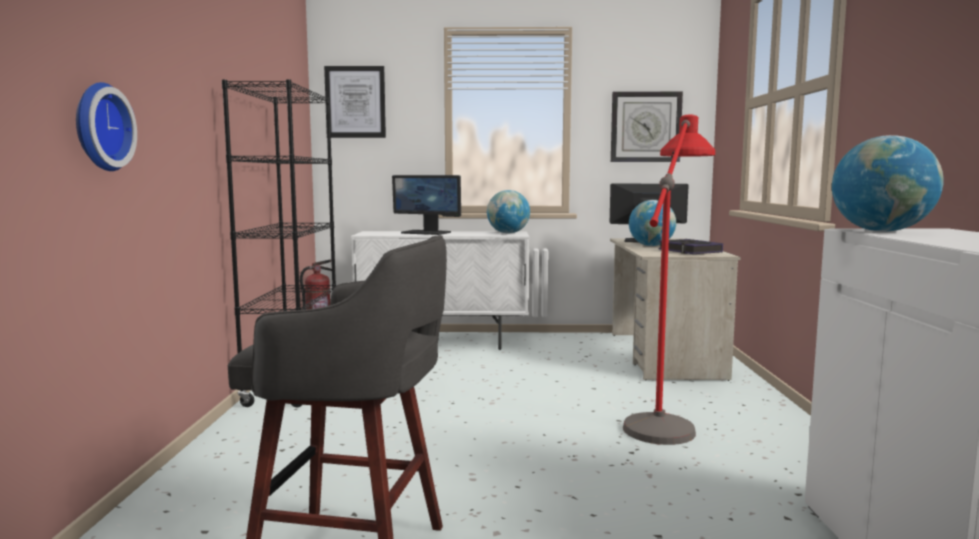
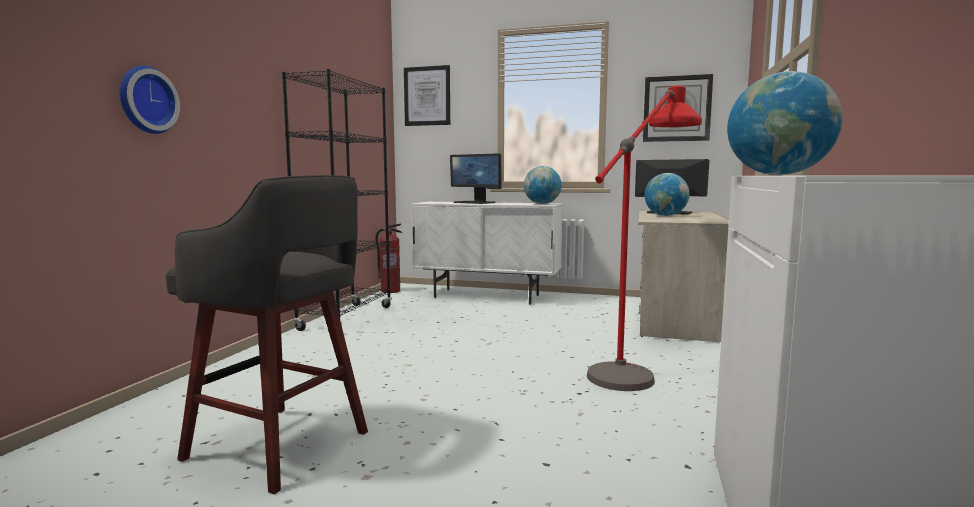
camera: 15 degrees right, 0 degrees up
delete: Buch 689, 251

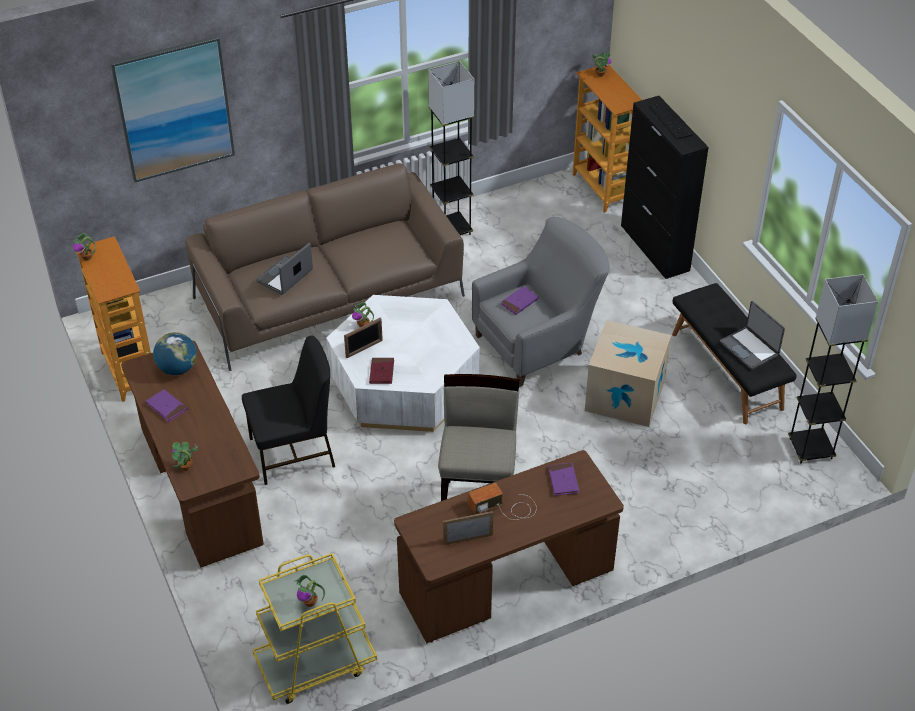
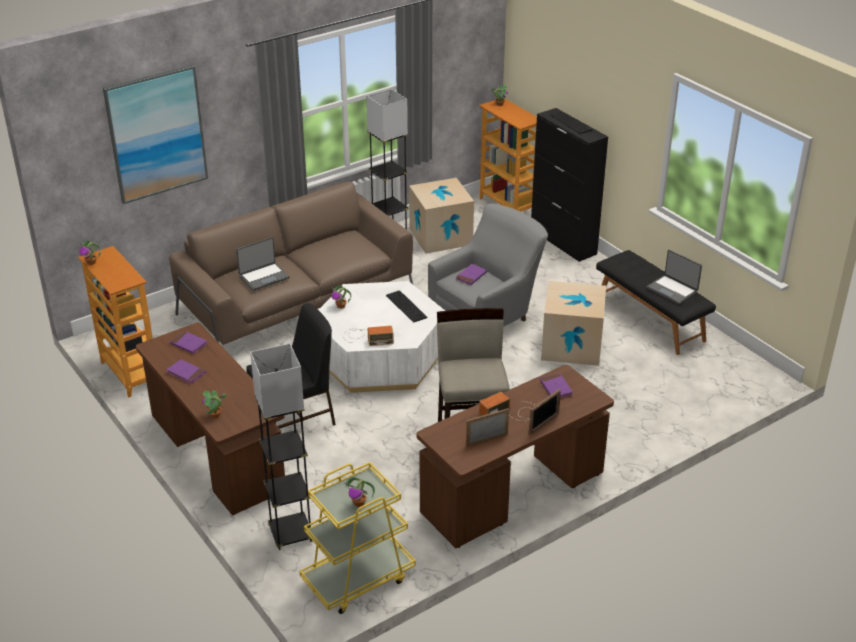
camera: 10 degrees left, 10 degrees down
insert: Tastatur 407, 306; Karton 440, 236
move: Bilderrahmen 364, 349 to 544, 424; Stehlampe (grau) 810, 448 to 291, 534
replace: Globus 177, 368 to Buch (lila) 189, 344; Buch (rot) 381, 372 to Radio 366, 337
rotate: Laptop 285, 277 = 263, 277 150 degrees counterclockwise

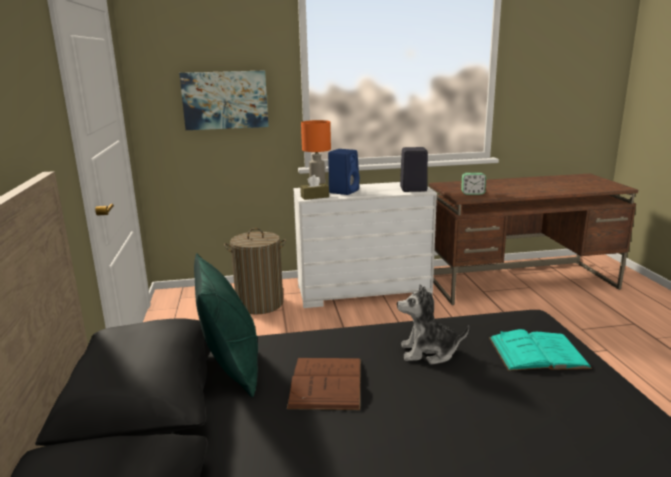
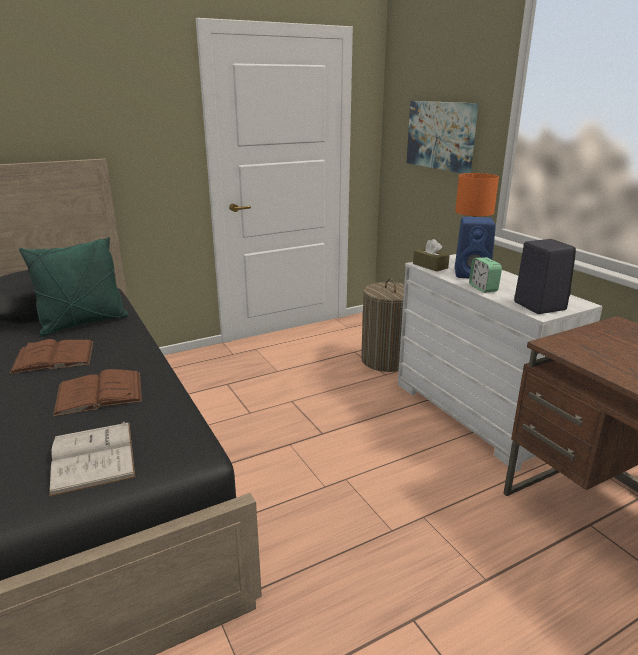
camera: 70 degrees right, 5 degrees up
move: Wecker 472, 193 to 483, 288
replace: Plüschtier 428, 352 to Buch (braun) 99, 393
recolor: Buch (türkis) 537, 352 to Buch (weiß) 93, 456

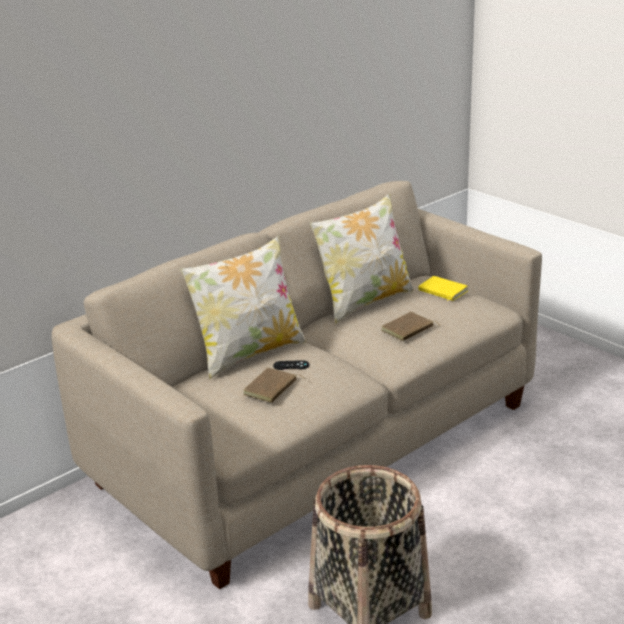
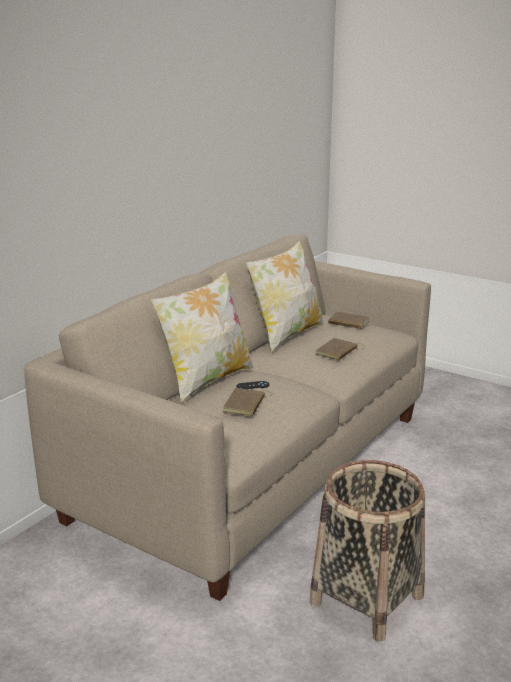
camera: 15 degrees left, 5 degrees down
recolor: Buch (gelb) 442, 291 to Buch (braun) 348, 323

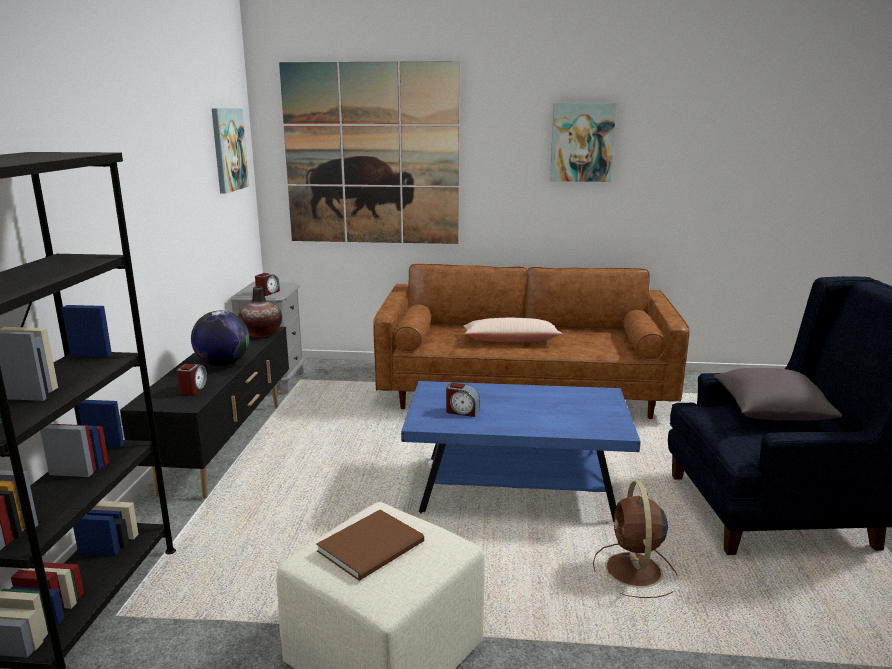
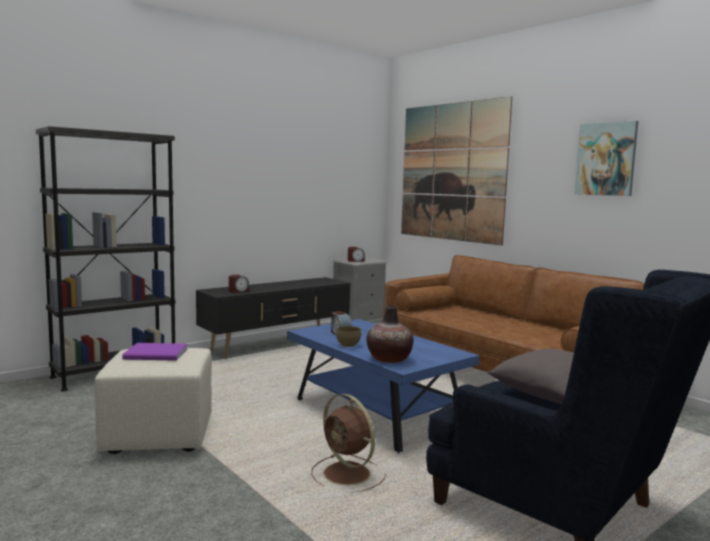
camera: 45 degrees right, 10 degrees down
delete: Globus 223, 364; Bild 228, 149; Kissen (beige) 510, 340
insert: Schüssel (braun) 347, 345
move: Vase 261, 333 to 389, 359
recolor: Buch (braun) 374, 546 to Buch (lila) 157, 354
rotate: Ventilator (braun) 634, 572 = 348, 475 90 degrees counterclockwise

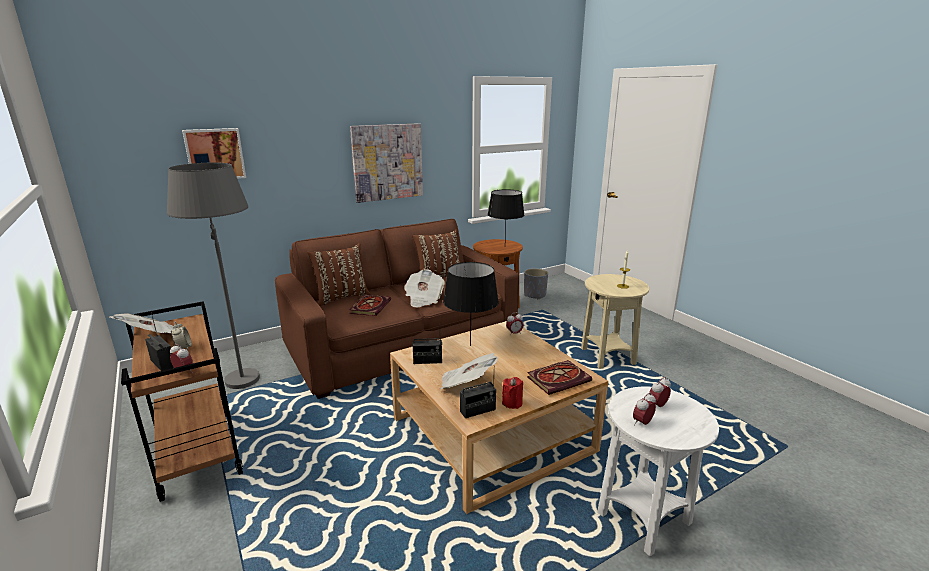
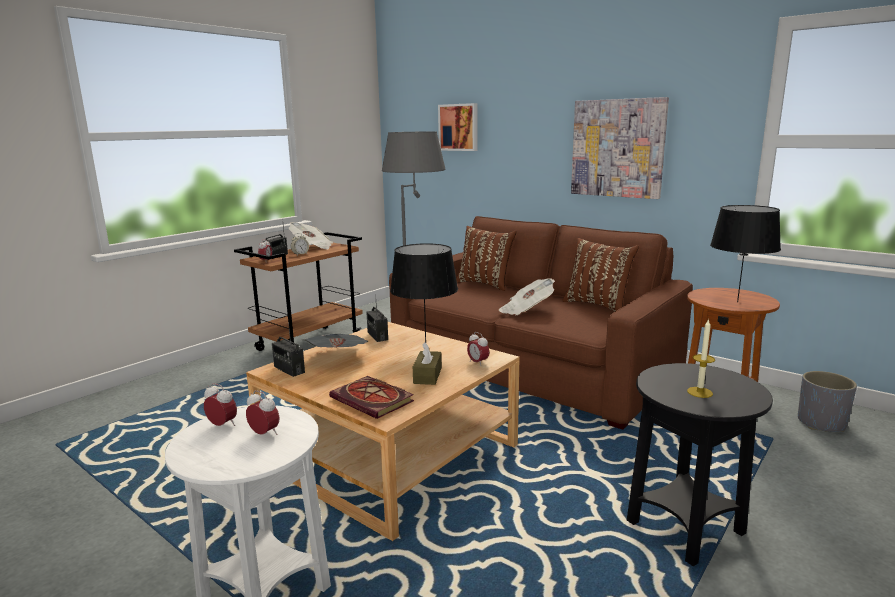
camera: 70 degrees right, 5 degrees down
delete: Buch 370, 306; Kerze (rot) 512, 403
insert: Taschentuchbox (braun) 427, 375
recolor: Beistelltisch (beige) 608, 357 to Beistelltisch (schwarz) 685, 528

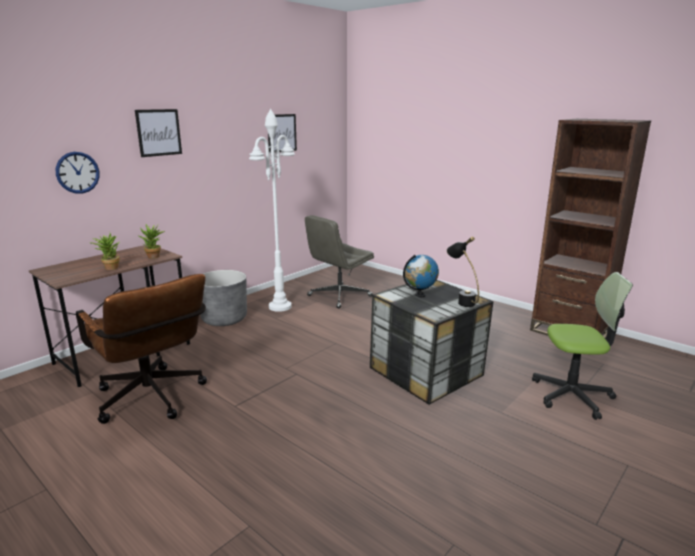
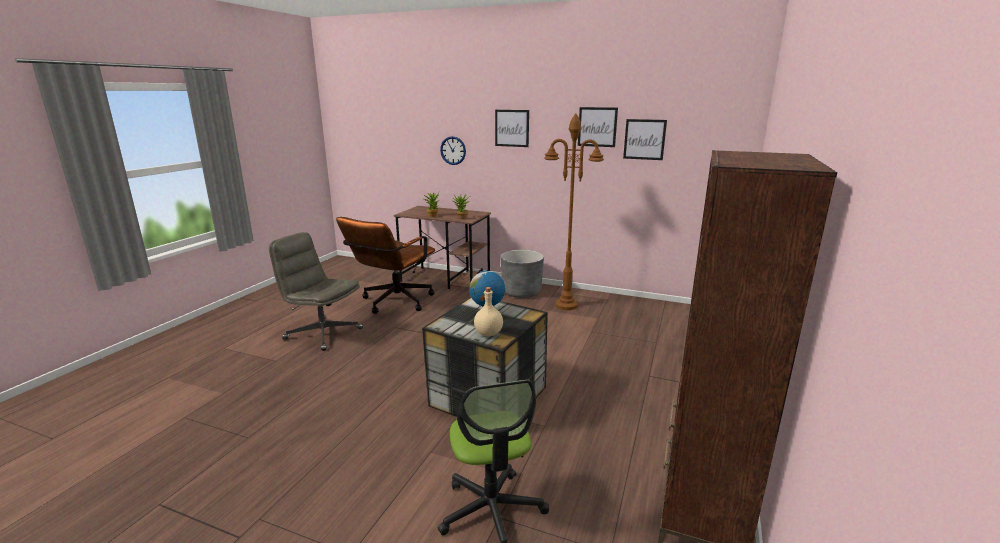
camera: 70 degrees right, 0 degrees up
insert: Bild 597, 127
move: Bürostuhl (grau) 339, 296 to 322, 334
replace: Tischlampe (schwarz) 461, 300 to Flasche (beige) 488, 333
recolor: Stehlampe (weiß) 280, 306 to Stehlampe (braun) 566, 305

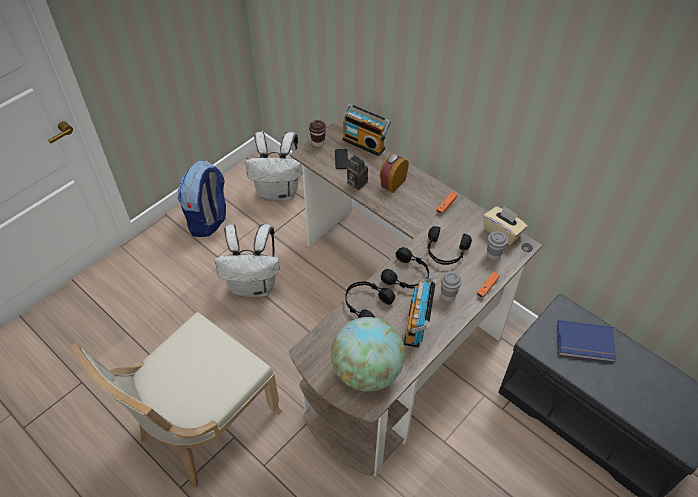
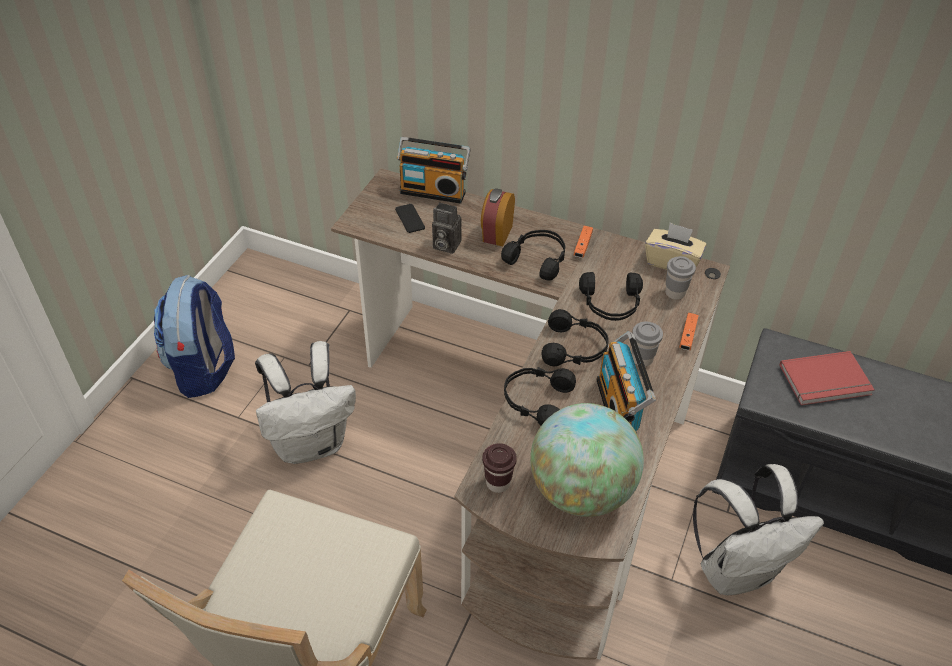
camera: 20 degrees left, 5 degrees down
insert: Kopfhörer (schwarz) 538, 259
move: Rucksack (weiß) 279, 191 to 737, 570; Tasse (braun) 318, 143 to 498, 483
recolor: Buch (blau) 585, 344 to Buch (rot) 826, 382

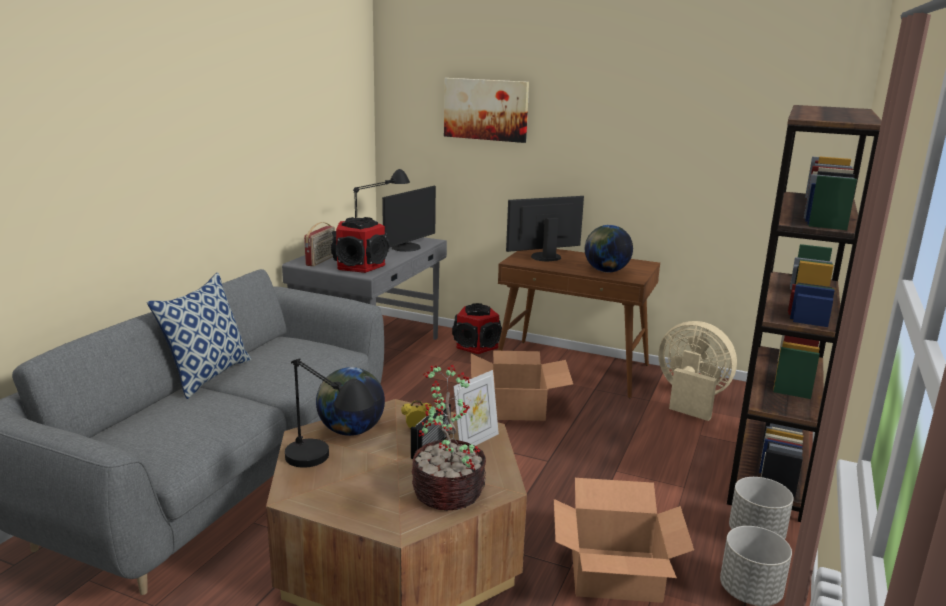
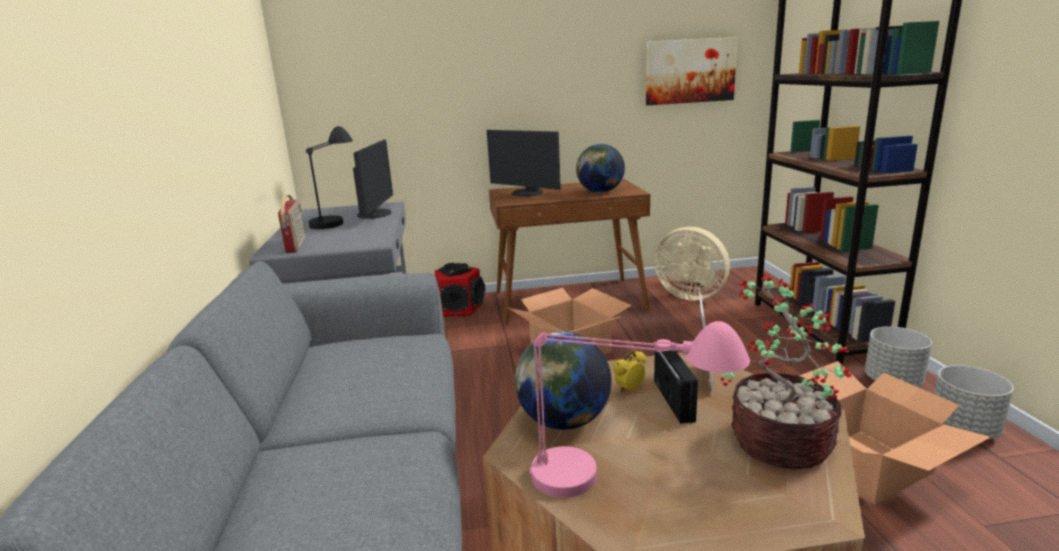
camera: 30 degrees left, 0 degrees up
delete: Kissen 207, 375; Lautsprecher 359, 265
move: Bild 486, 109 to 690, 71
recolor: Tischlampe (schwarz) 327, 472 to Tischlampe (rosa) 622, 485
rotate: Monitor 545, 257 = 526, 193 90 degrees counterclockwise; Ventilator (beige) 690, 399 = 690, 295 150 degrees counterclockwise

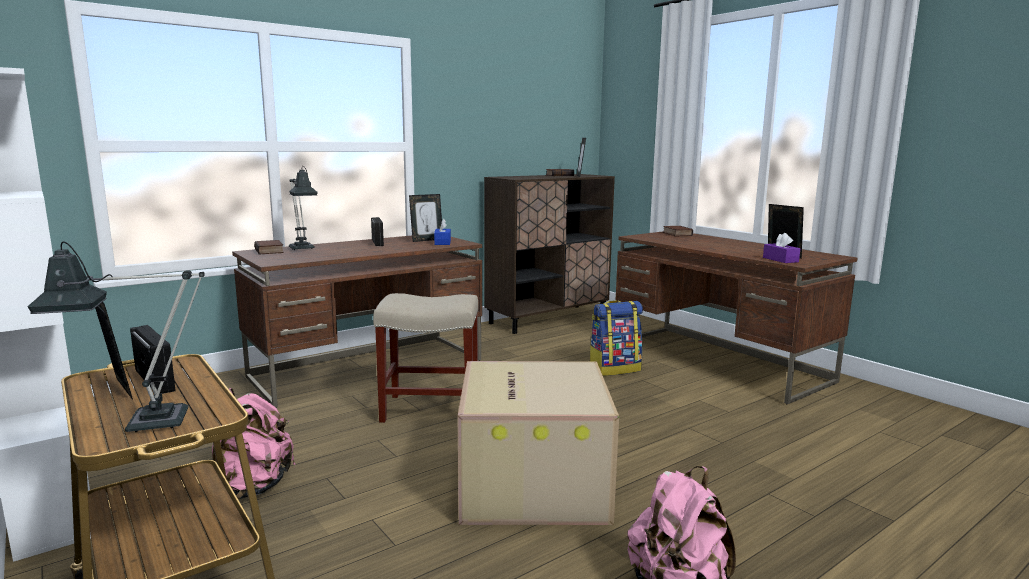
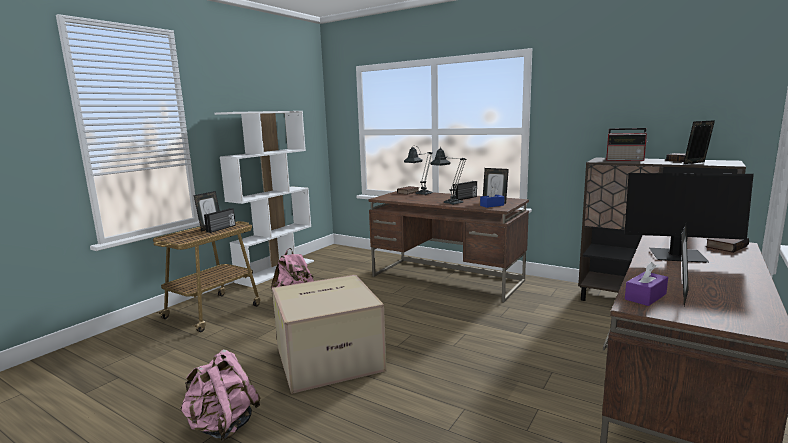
camera: 70 degrees right, 0 degrees up
delete: Hocker (beige) 429, 409; Rucksack 614, 369
insert: Radio 625, 160; Monitor 677, 256
move: Tischlampe 141, 423 to 450, 202

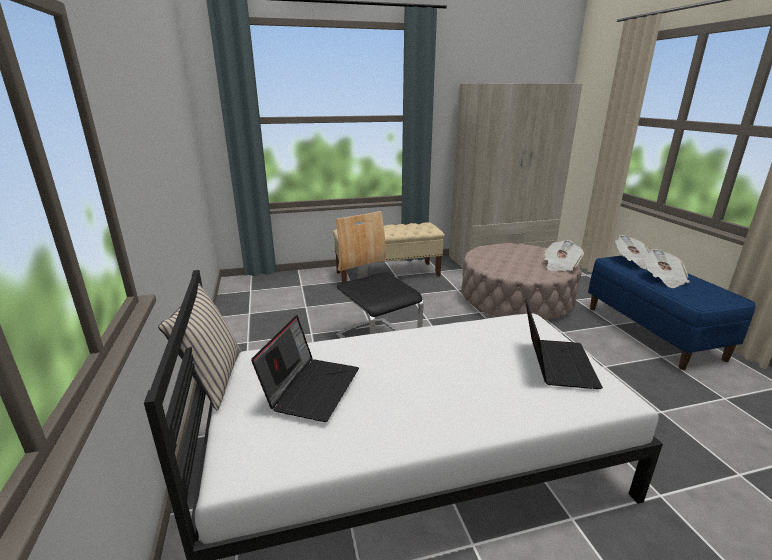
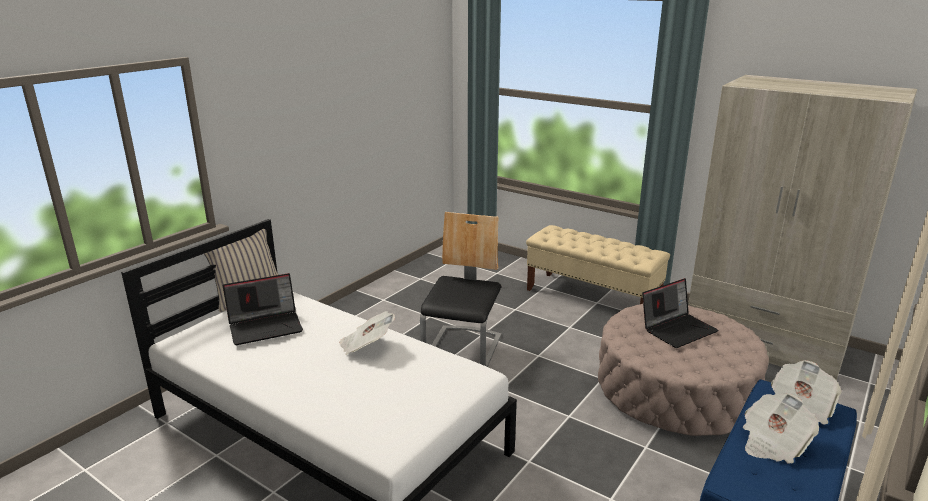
camera: 50 degrees right, 0 degrees up
move: Laptop 555, 363 to 678, 329; Zeitung 560, 266 to 366, 345

